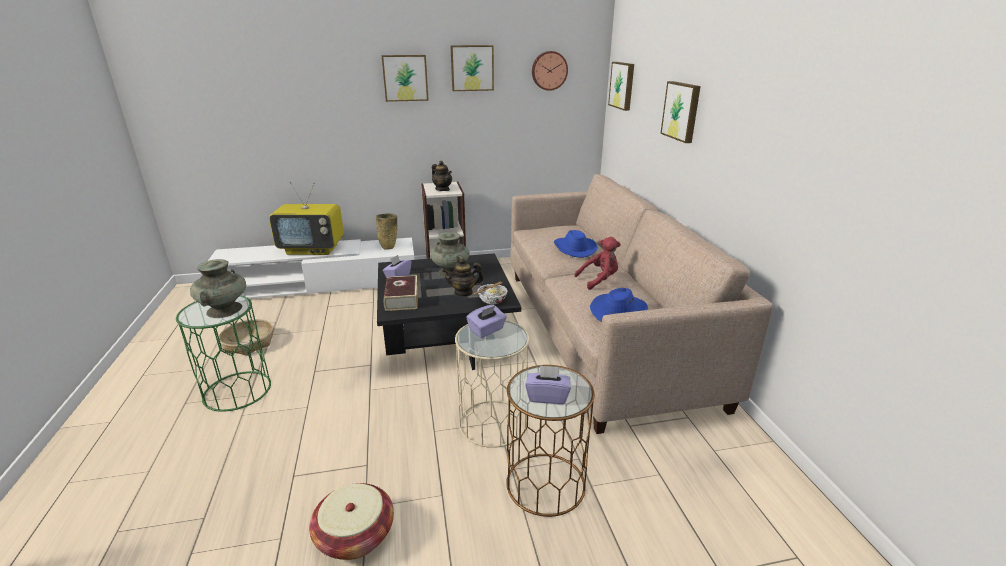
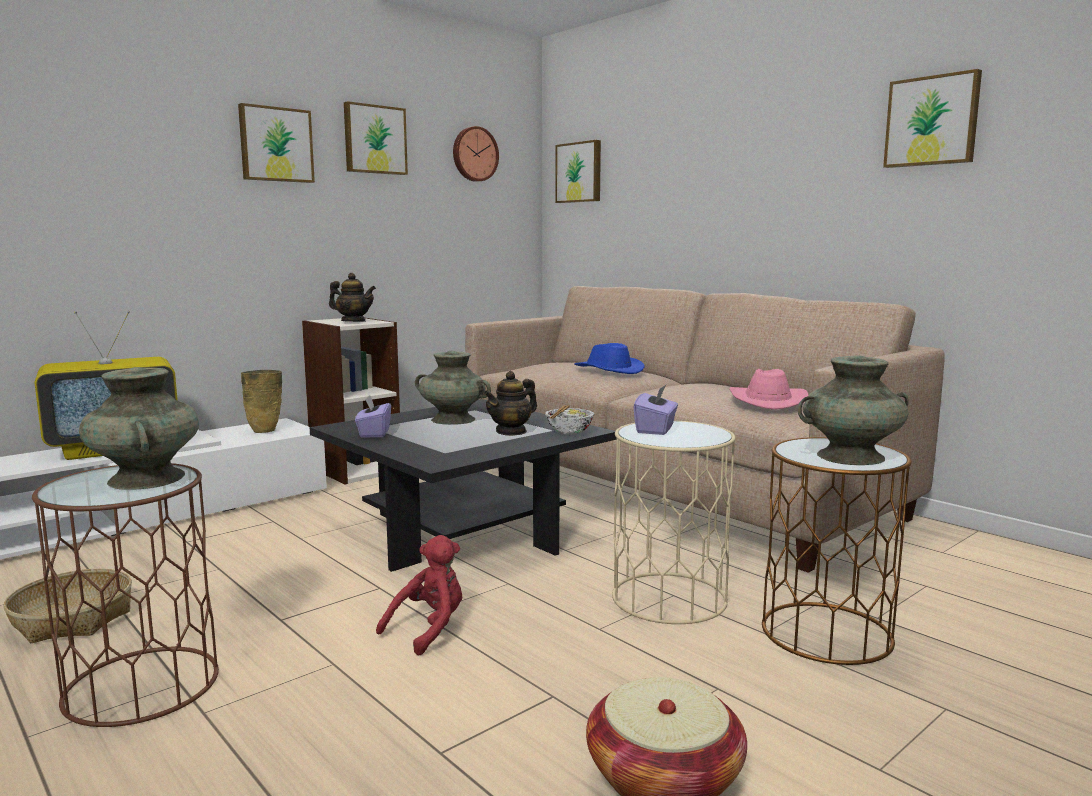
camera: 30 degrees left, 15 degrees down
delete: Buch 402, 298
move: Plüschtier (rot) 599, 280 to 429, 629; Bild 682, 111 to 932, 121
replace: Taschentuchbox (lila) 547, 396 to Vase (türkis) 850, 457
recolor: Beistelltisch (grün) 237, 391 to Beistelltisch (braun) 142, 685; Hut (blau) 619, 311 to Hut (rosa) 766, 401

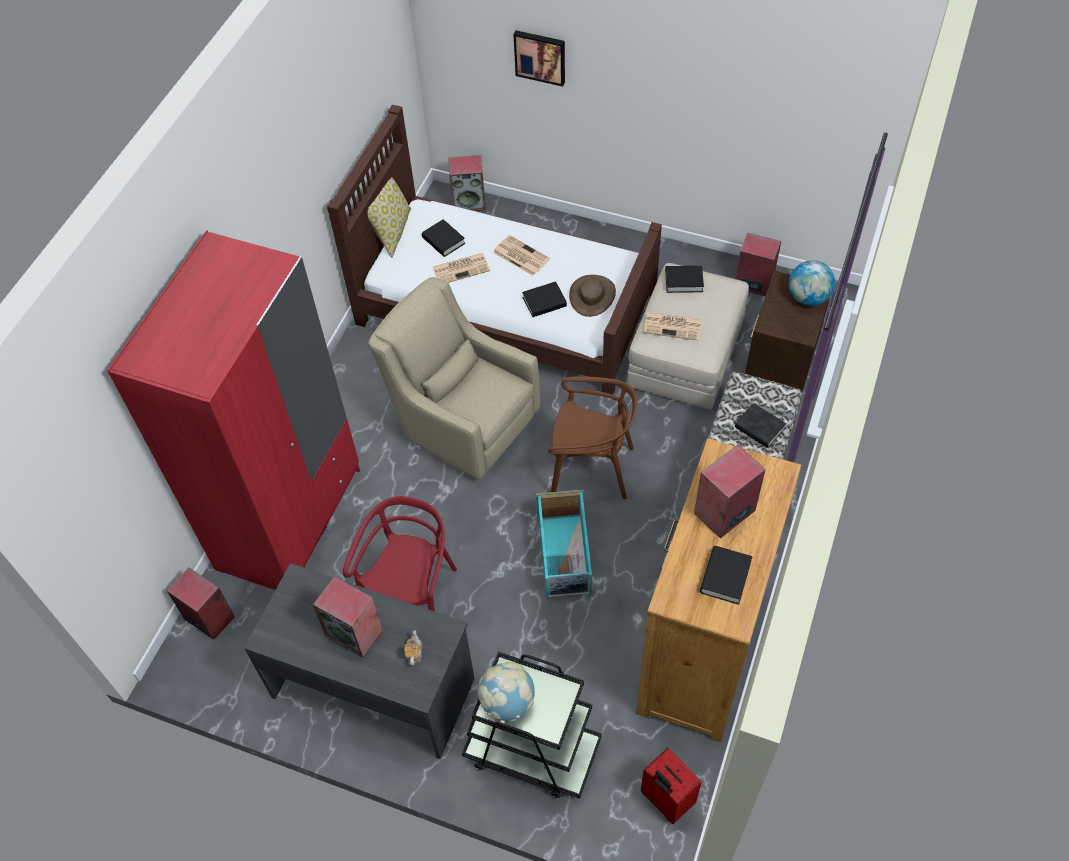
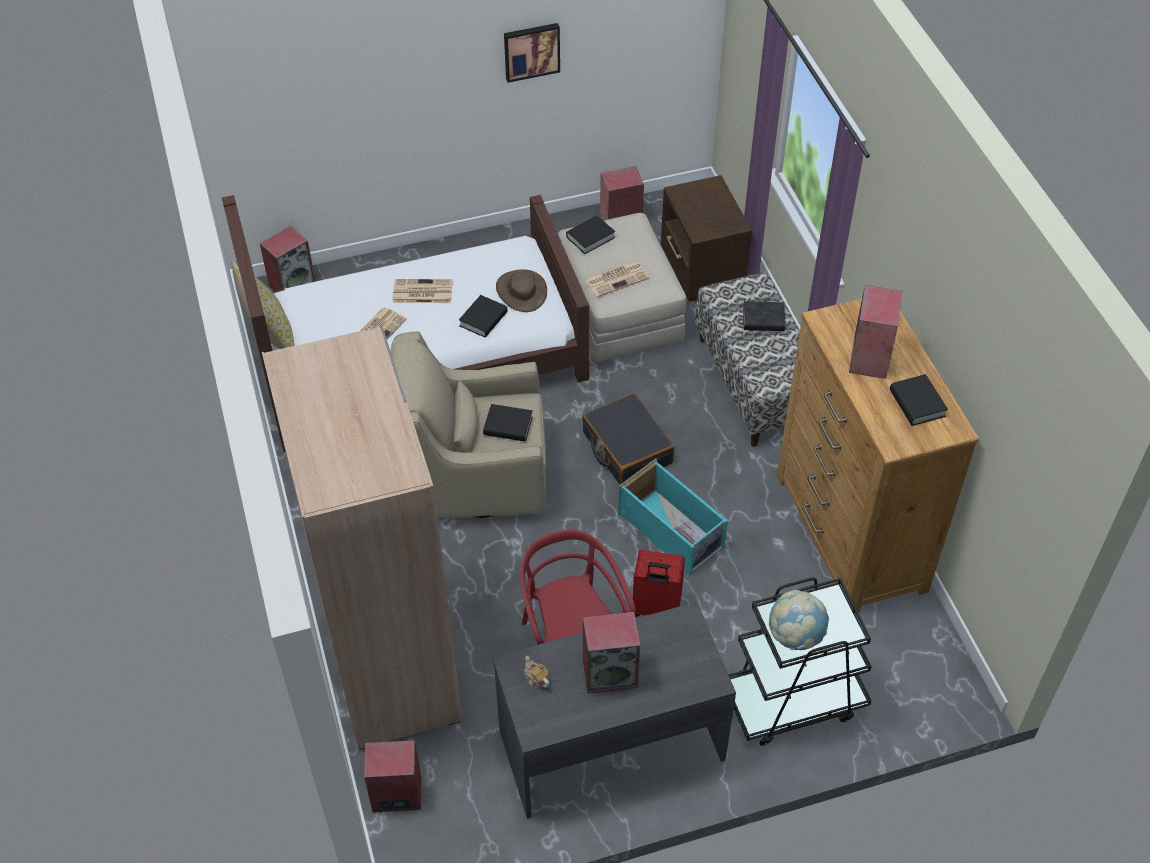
camera: 40 degrees left, 5 degrees down
delete: Globus 808, 298
move: Teekanne 413, 652 to 536, 678; Buch (schwarz) 443, 241 to 508, 426; Bild 540, 56 to 531, 51; Koffer (rot) 665, 799 to 655, 609
replace: Stuhl (braun) 591, 468 to Koffer (schwarz) 626, 448
recolor: Kleiderschrank (rot) 290, 518 to Kleiderschrank (beige) 390, 658

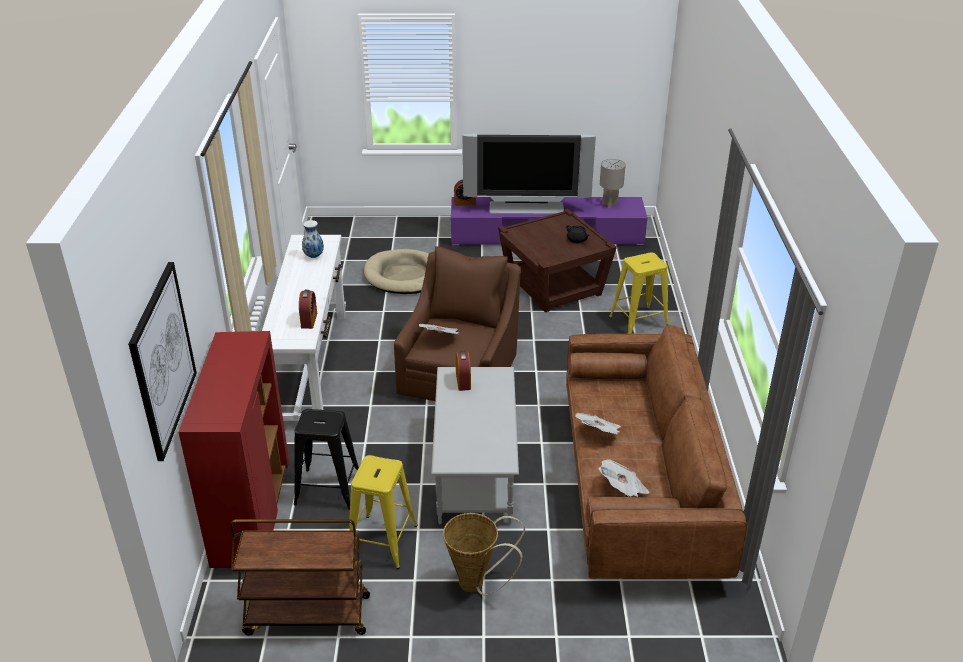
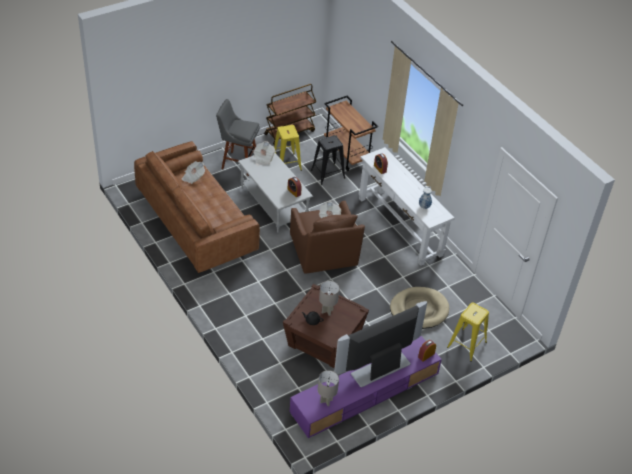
camera: 145 degrees right, 10 degrees up
delete: Bild 163, 359
insert: Tischlampe (grau) 327, 311
move: Zeitung 599, 433 to 263, 158; Hocker (gelb) 638, 323 to 466, 345
replace: Schrank (rot) 251, 513 to Rollwagen (braun) 347, 155; Korb 477, 584 to Hocker (grau) 237, 163

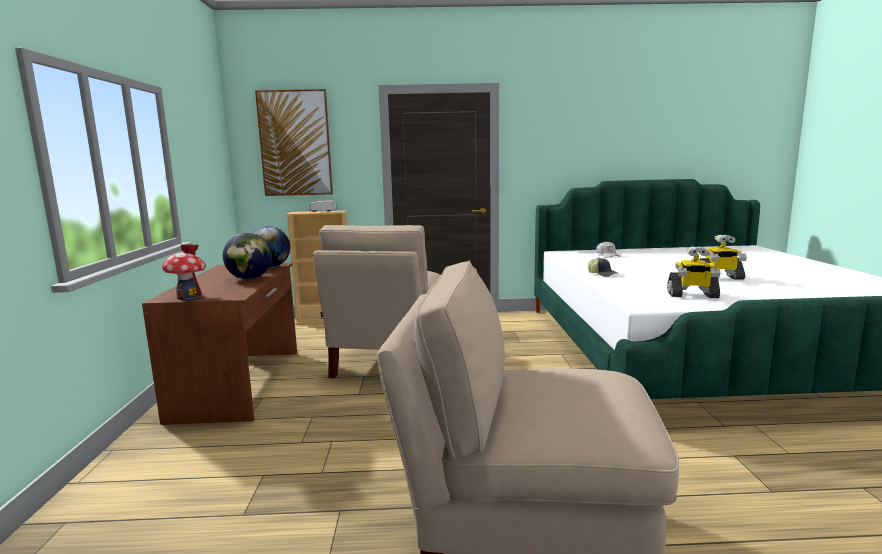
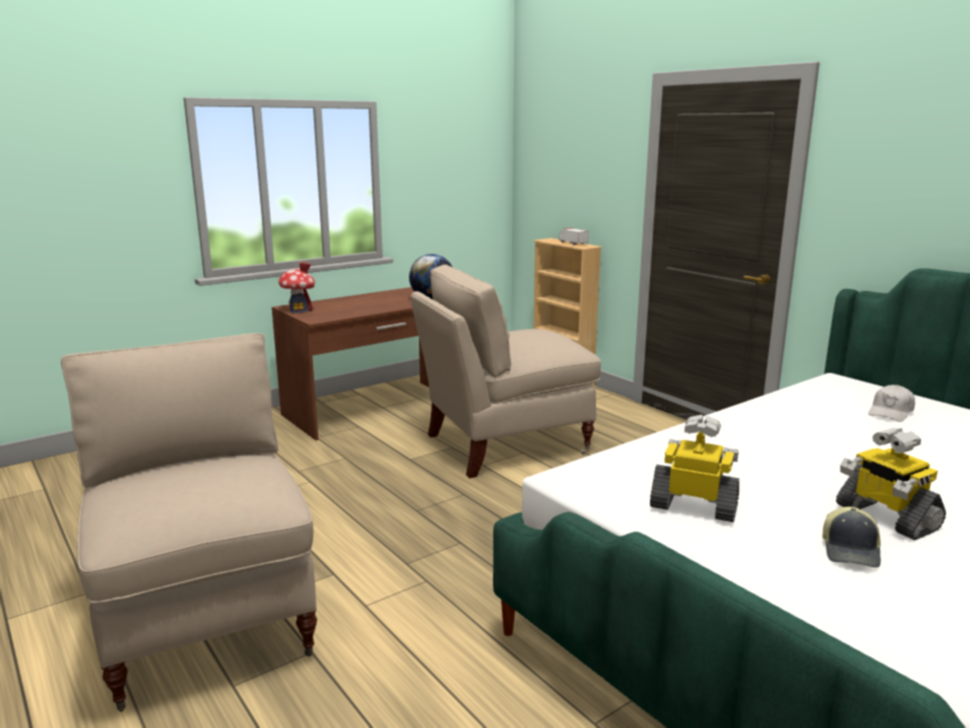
camera: 55 degrees right, 5 degrees up
delete: Globus 250, 278; Bild 295, 143
move: Kappe 602, 274 to 851, 551
rotate: Spielzeugroboter 692, 295 = 694, 506 135 degrees clockwise

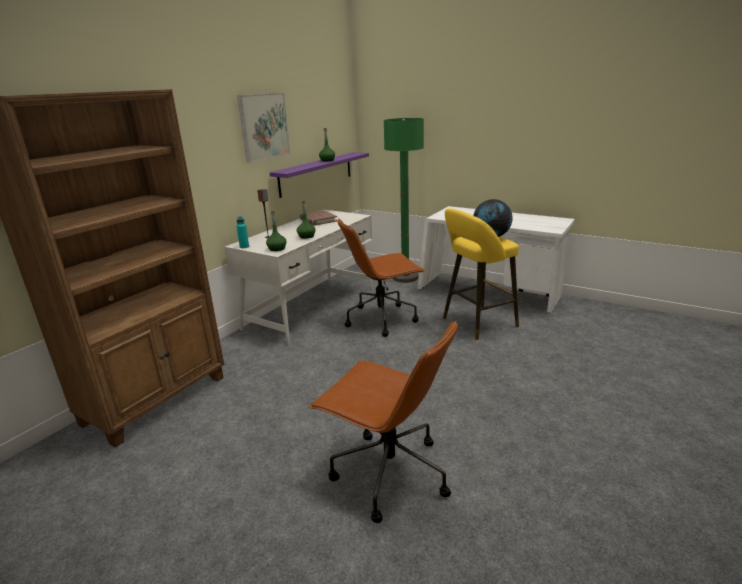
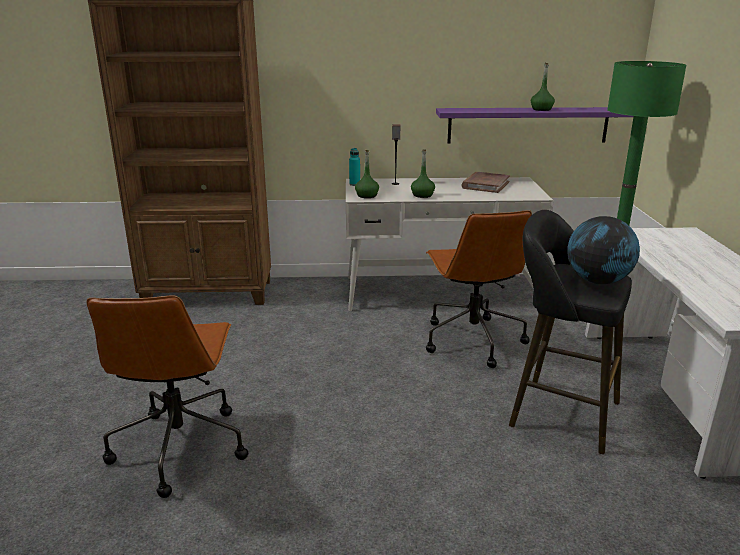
camera: 55 degrees right, 0 degrees up
delete: Bild 264, 126
recolor: Hocker (gelb) 476, 323 to Hocker (schwarz) 557, 412
rotate: Bürostuhl (braun) 382, 318 = 472, 340 135 degrees counterclockwise

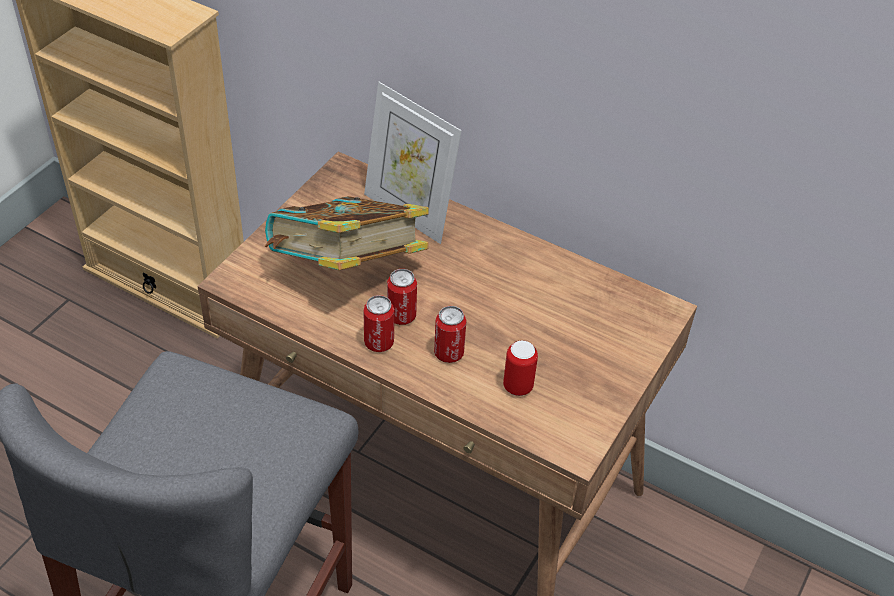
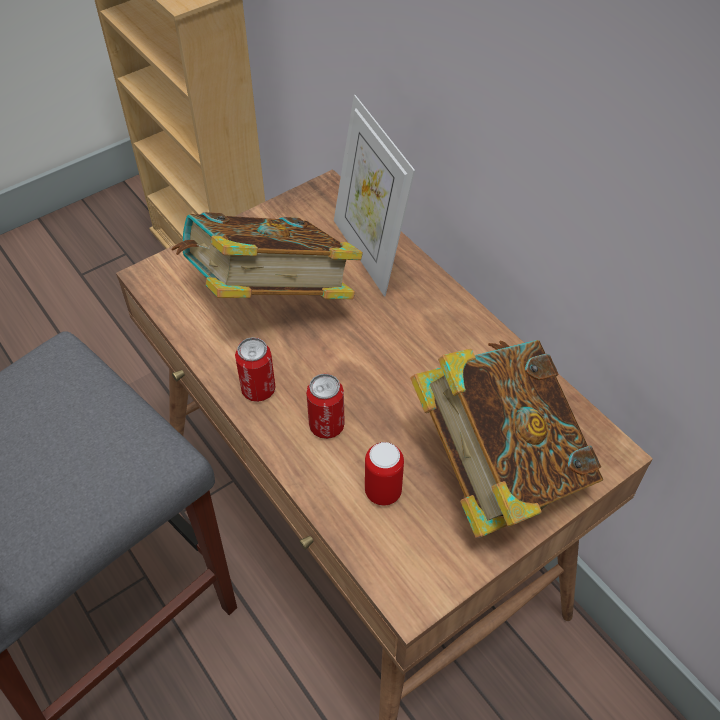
camera: 25 degrees right, 5 degrees up
delete: Dose 401, 316
insert: Buch 498, 468

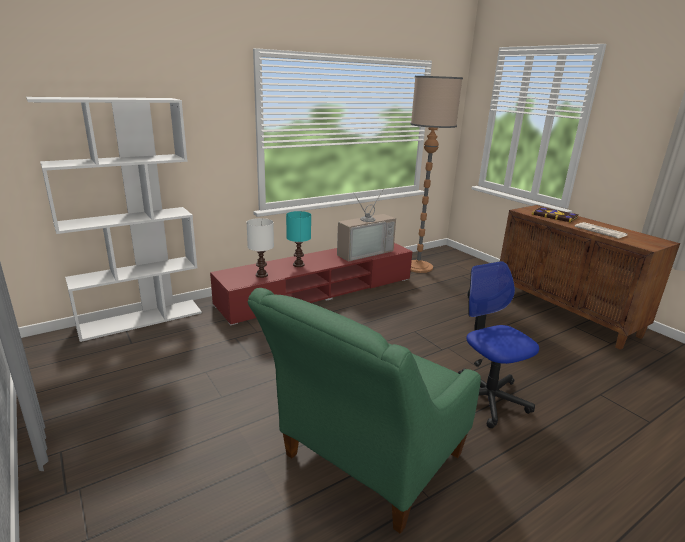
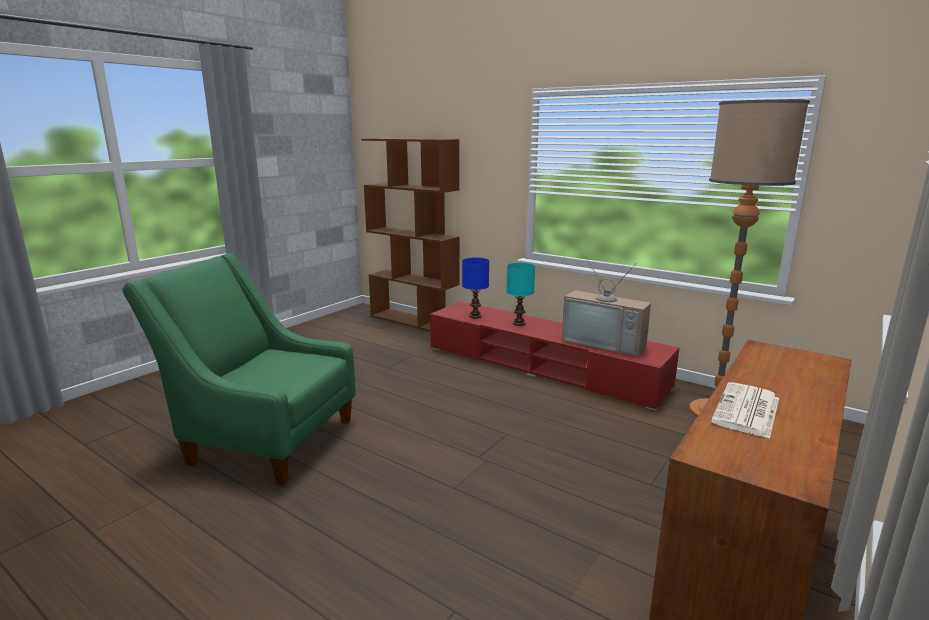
camera: 70 degrees right, 5 degrees down
delete: Bürostuhl 487, 398; Buch 554, 216
recolor: Bücherregal (weiß) 141, 319 to Bücherregal (braun) 414, 321; Tischlampe (weiß) 261, 275 to Tischlampe (blau) 475, 316

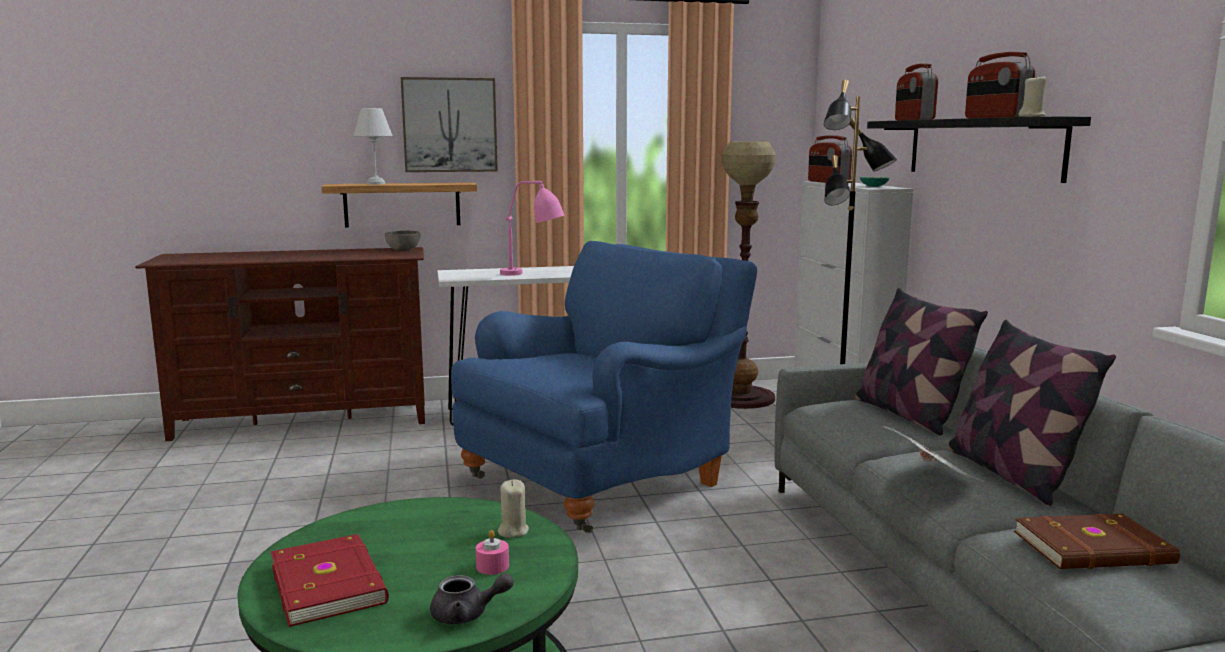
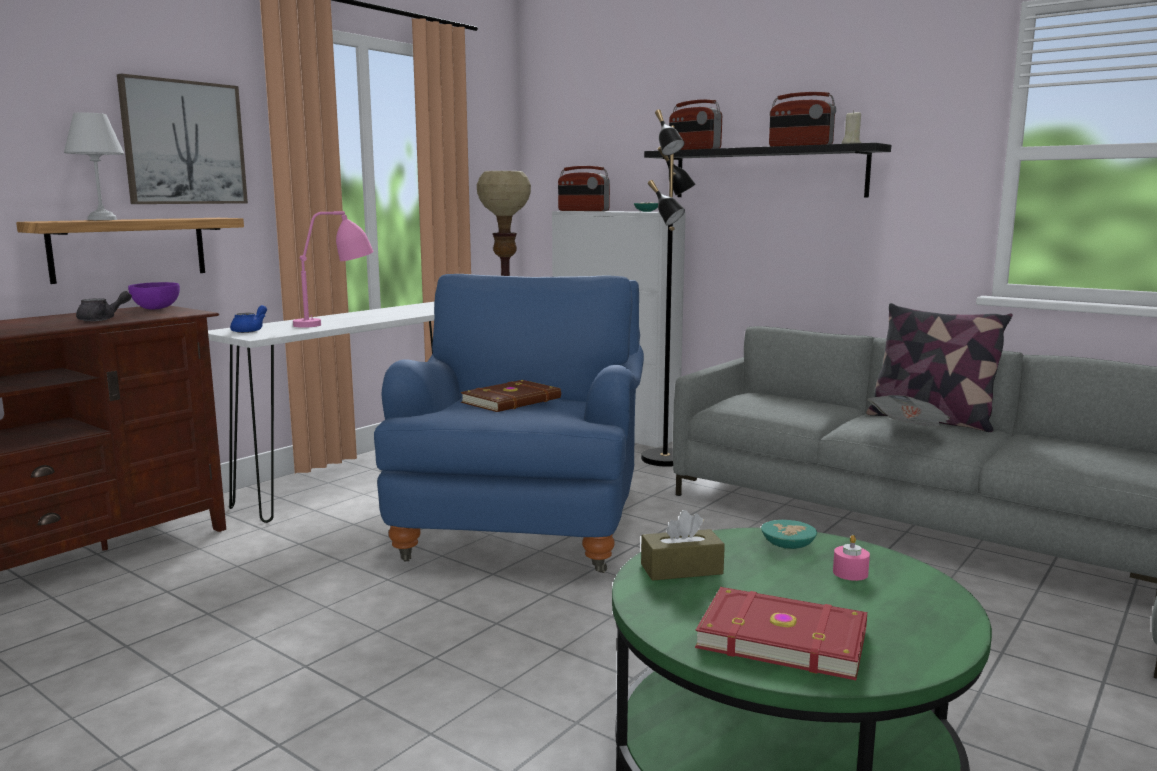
camera: 40 degrees left, 0 degrees up
delete: Kissen 908, 414
insert: Teekanne (blau) 250, 330; Taschentuchbox (braun) 681, 569
move: Teekanne (grau) 467, 615 to 102, 319; Buch (braun) 1095, 549 to 513, 401
replace: Kerze (beige) 513, 531 to Schüssel (türkis) 789, 545
recolor: Schüssel (grau) 403, 250 to Schüssel (lila) 155, 309

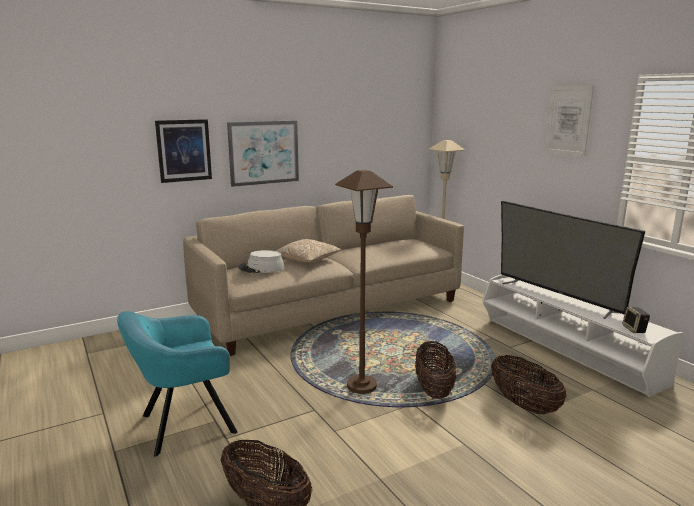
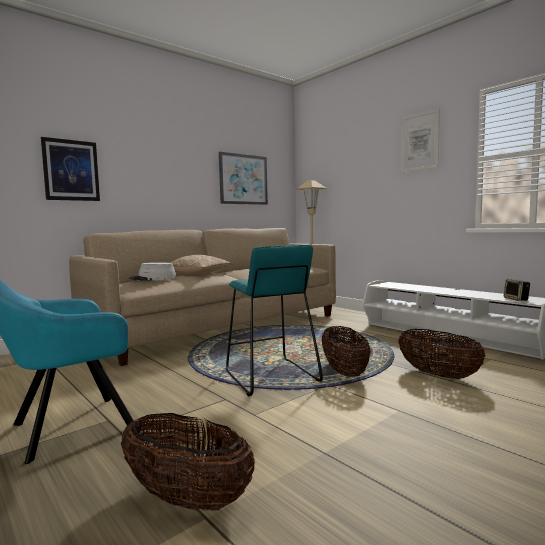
camera: 10 degrees left, 10 degrees down
delete: Fernseher 557, 297
move: Bild 264, 152 to 243, 179
replace: Stehlampe (braun) 361, 386 to Hocker (türkis) 270, 376

